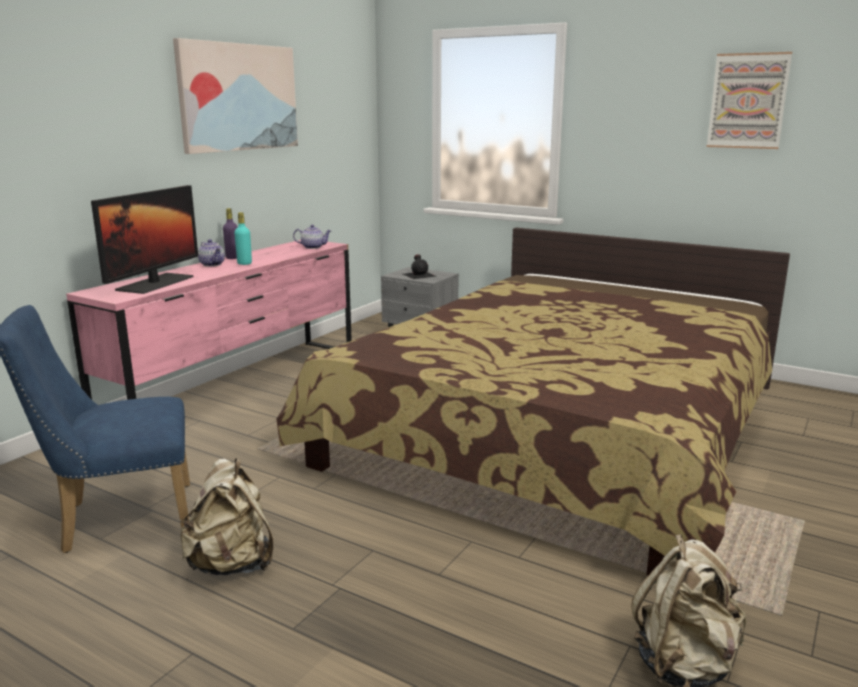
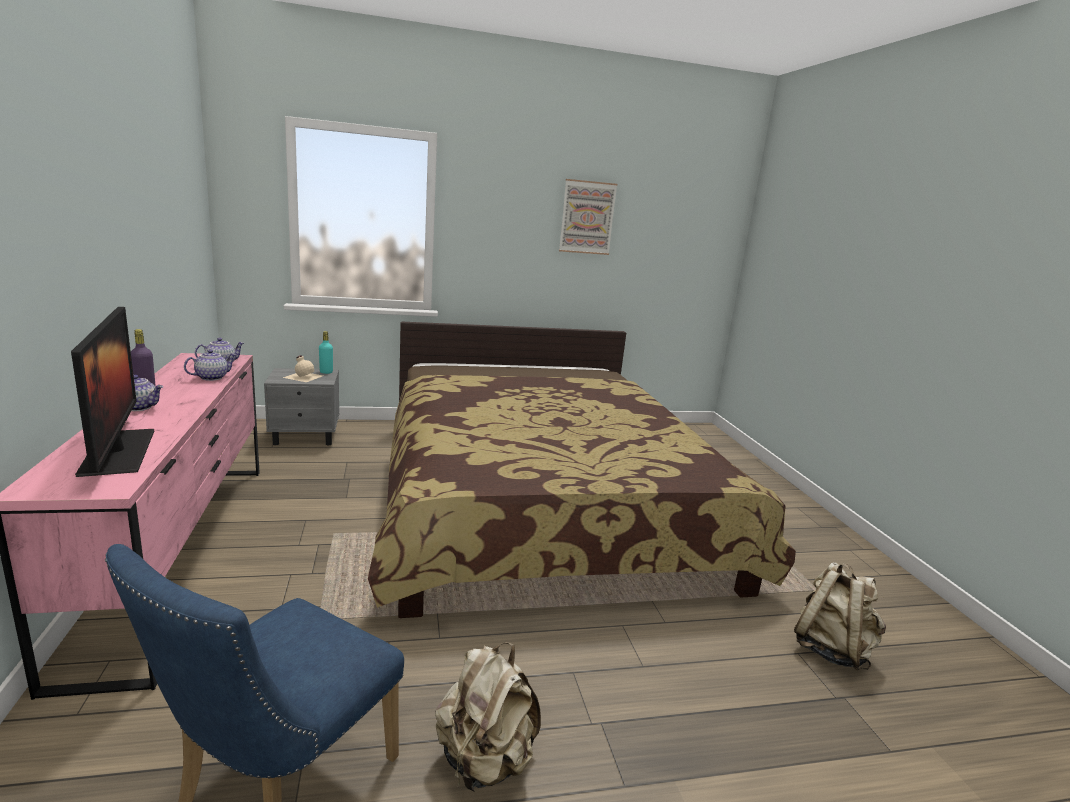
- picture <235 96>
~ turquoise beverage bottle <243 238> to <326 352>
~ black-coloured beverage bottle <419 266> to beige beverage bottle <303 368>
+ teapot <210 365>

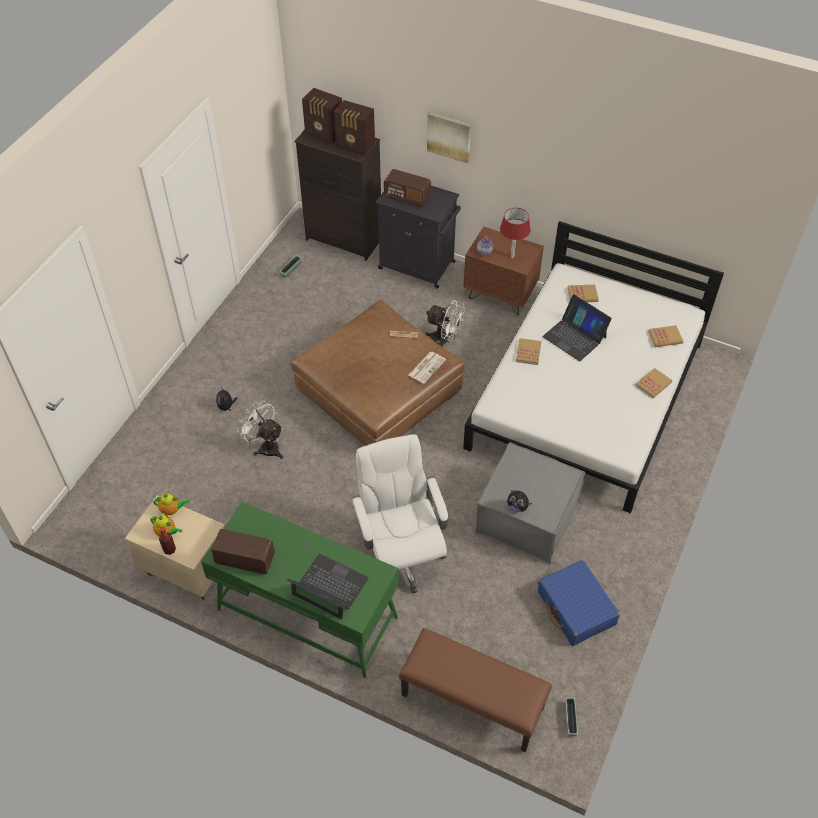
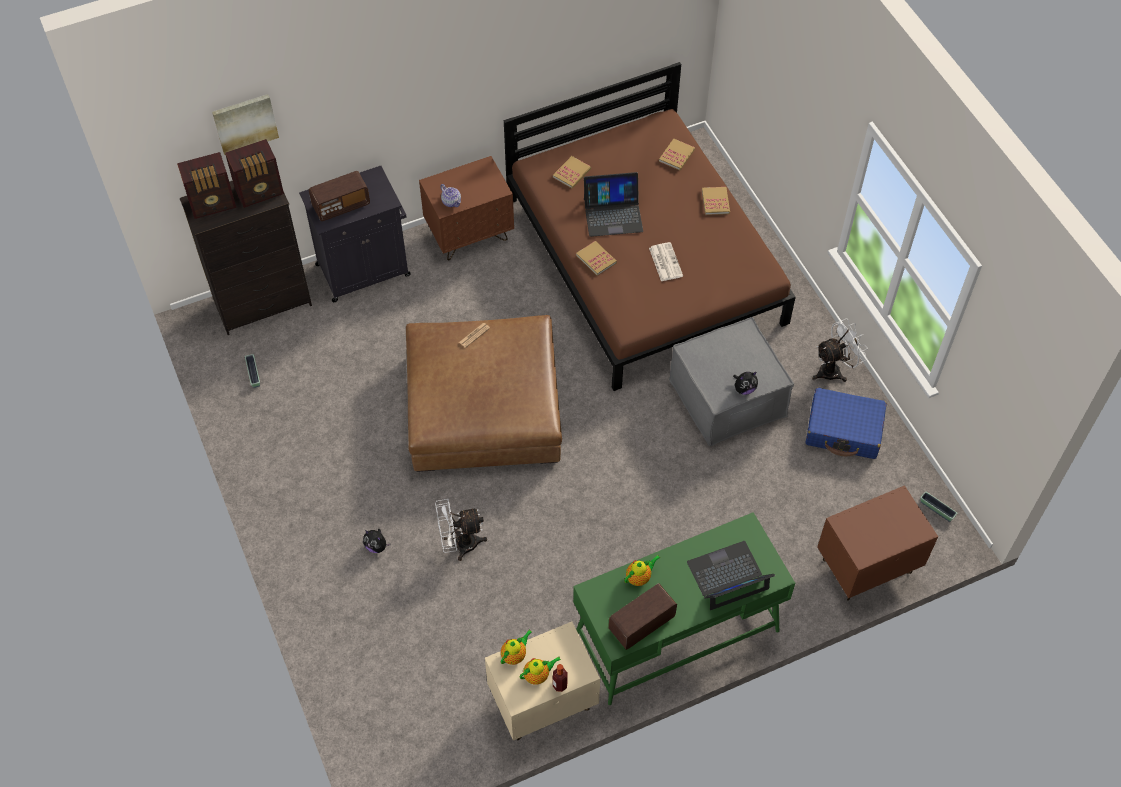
- whitish office chair <400 513>
~ brown bench <475 690> to brown nightstand <877 543>
~ newspaper <427 368> to <666 261>
~ whitish fan <445 323> to <840 350>
~ picture <449 137> to <245 124>
~ whitish sleeping bed <593 367> to brown sleeping bed <650 226>
- red-coloured lamp for a table <515 233>
+ teapot <642 570>

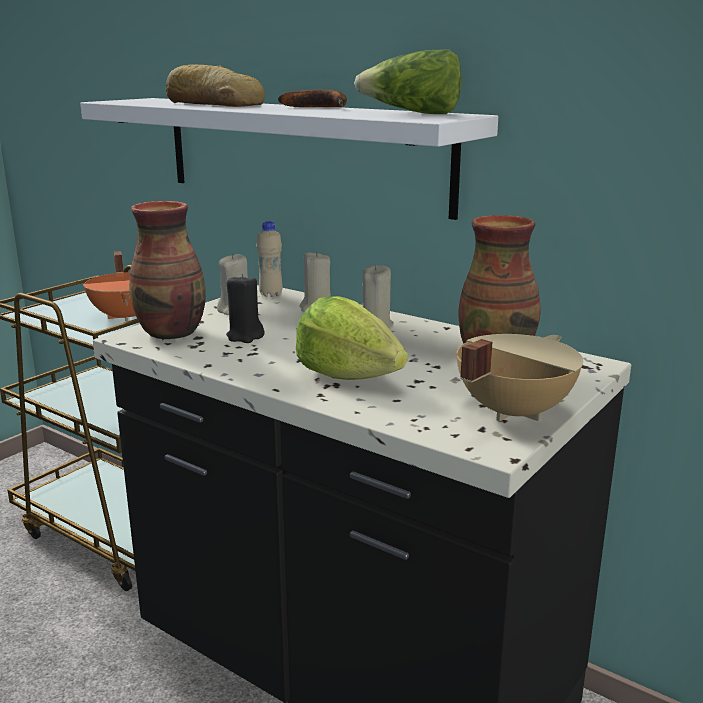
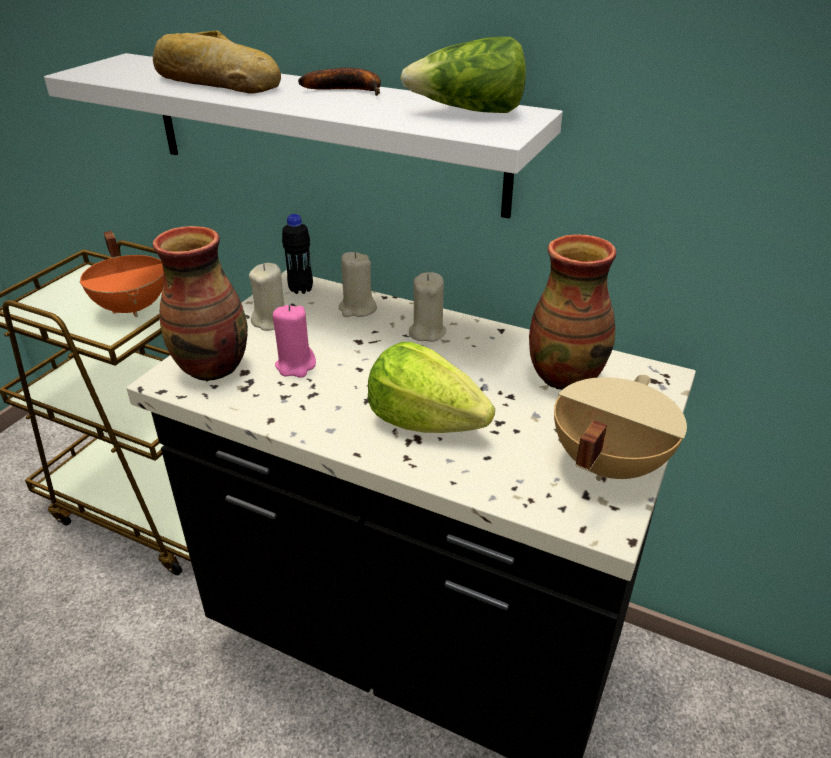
~ black-coloured wax light <245 308> to pinkish wax light <294 341>
~ beige beverage bottle <269 259> to black-coloured beverage bottle <297 254>

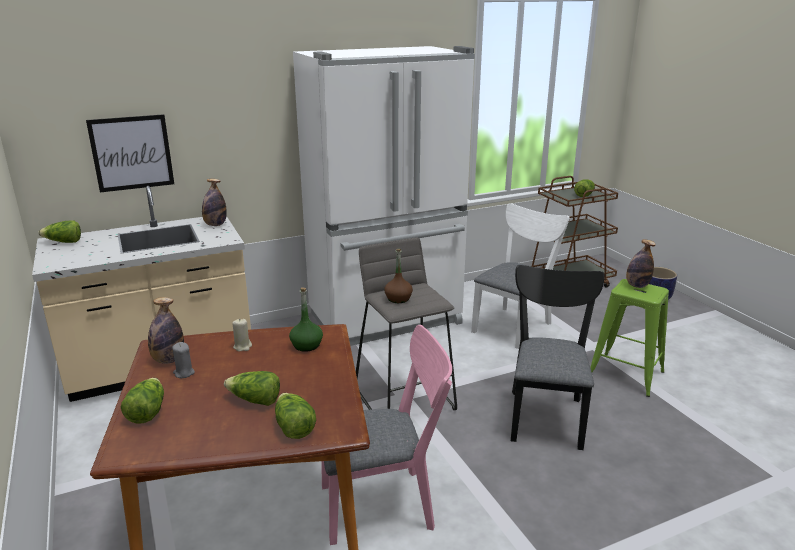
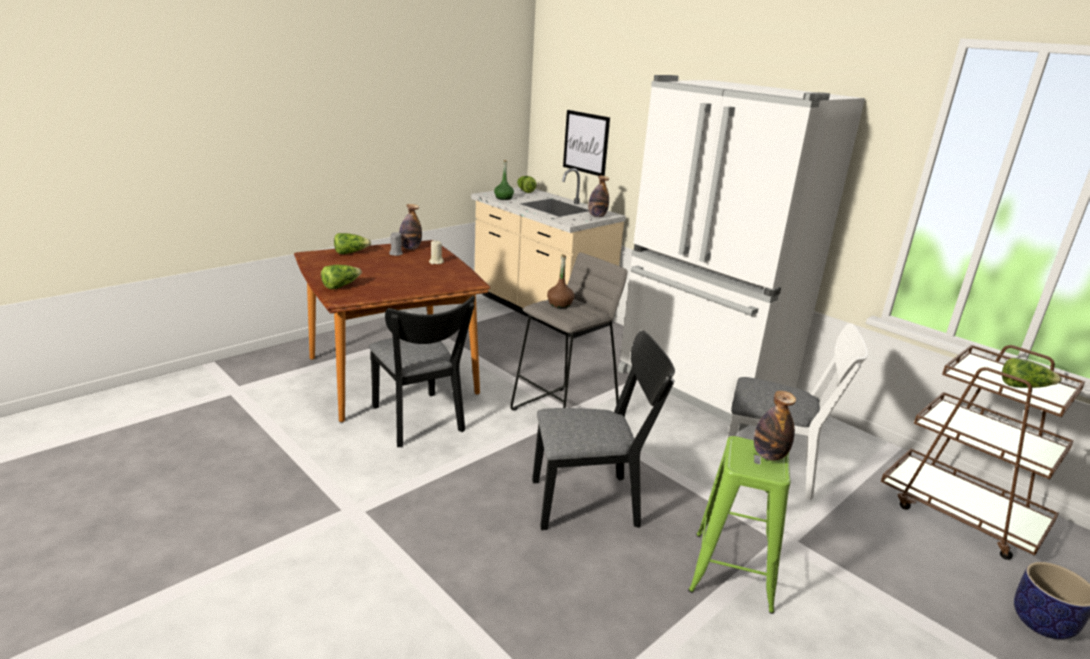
- lettuce <252 388>
~ green-coloured beverage bottle <306 320> to <504 180>
~ pinkish chair <386 435> to black-coloured chair <422 371>

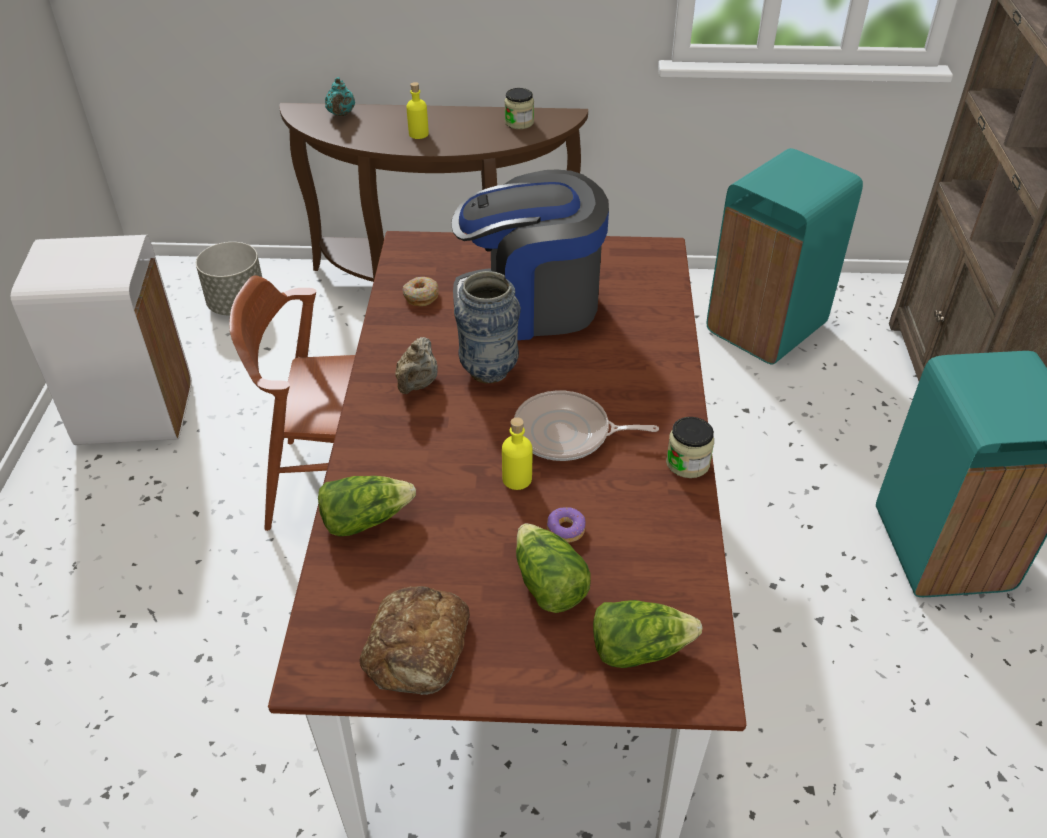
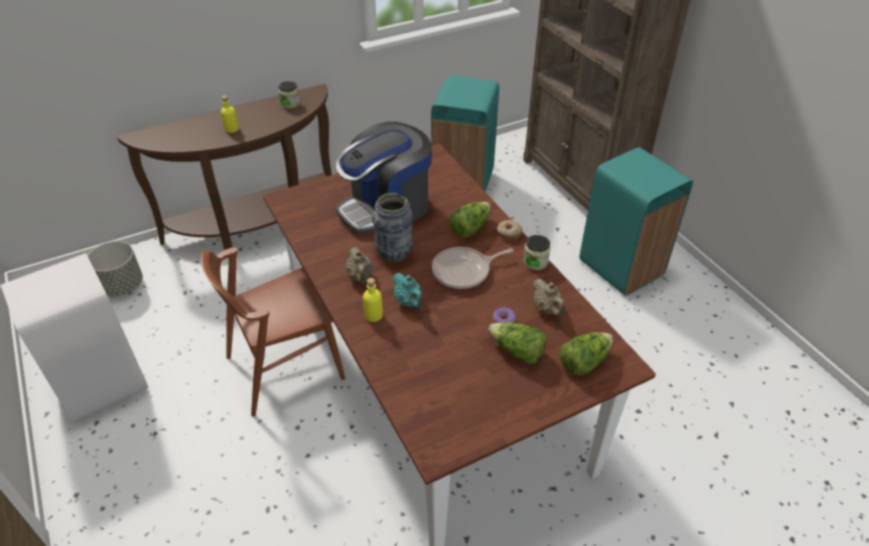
~ lettuce <367 506> to <469 219>
~ turquoise teapot <340 96> to <408 291>
- bakery bread <414 640>
~ doughnut <420 291> to <509 230>
~ yellowish beverage bottle <517 453> to <373 300>
+ beige teapot <549 298>

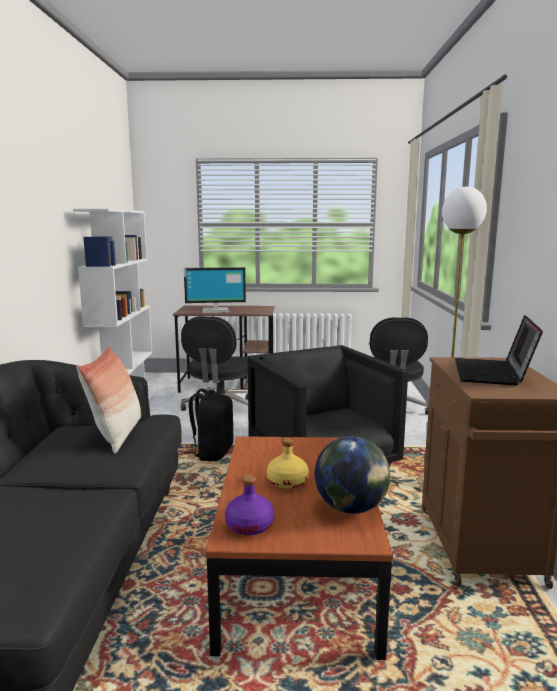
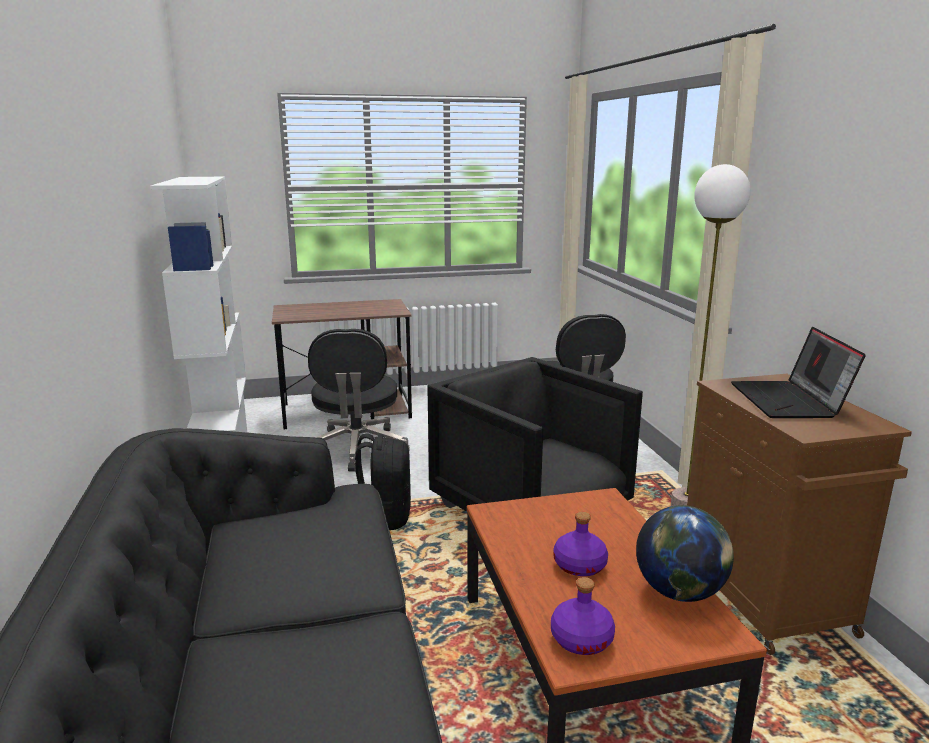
- throw pillow <109 399>
- monitor <215 290>
~ yellowish beverage bottle <288 463> to purple-coloured beverage bottle <580 544>

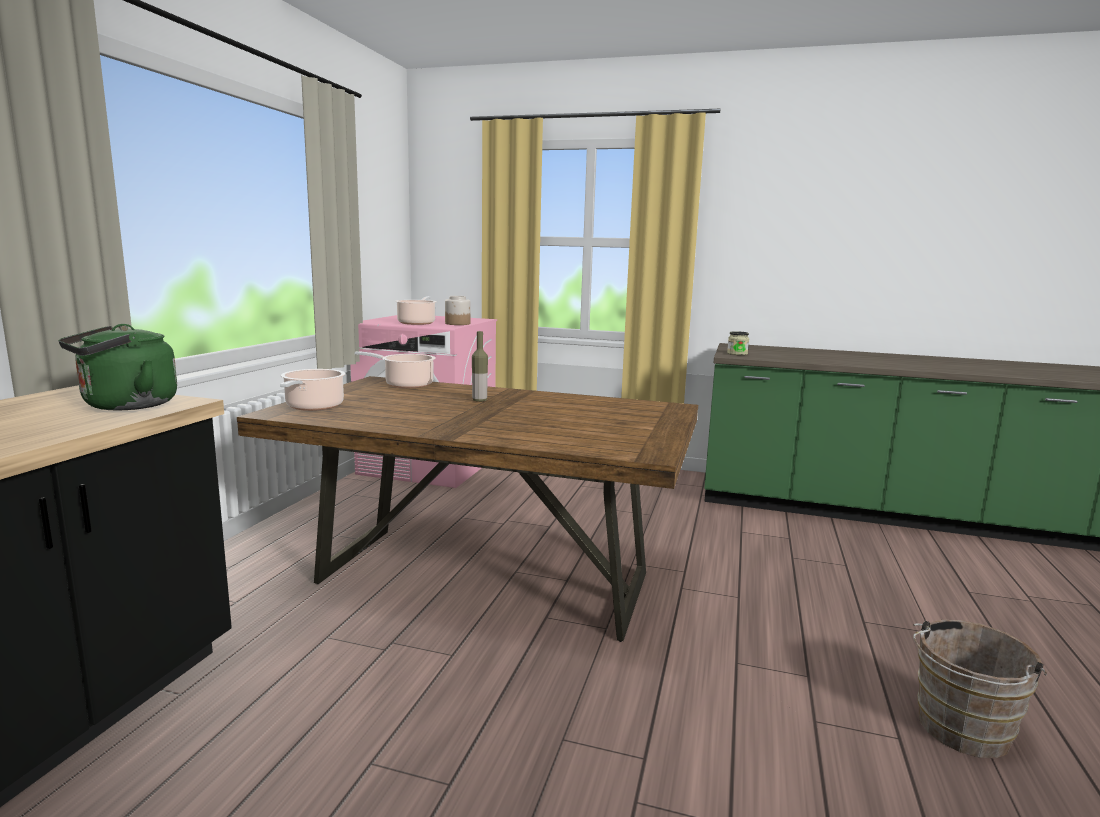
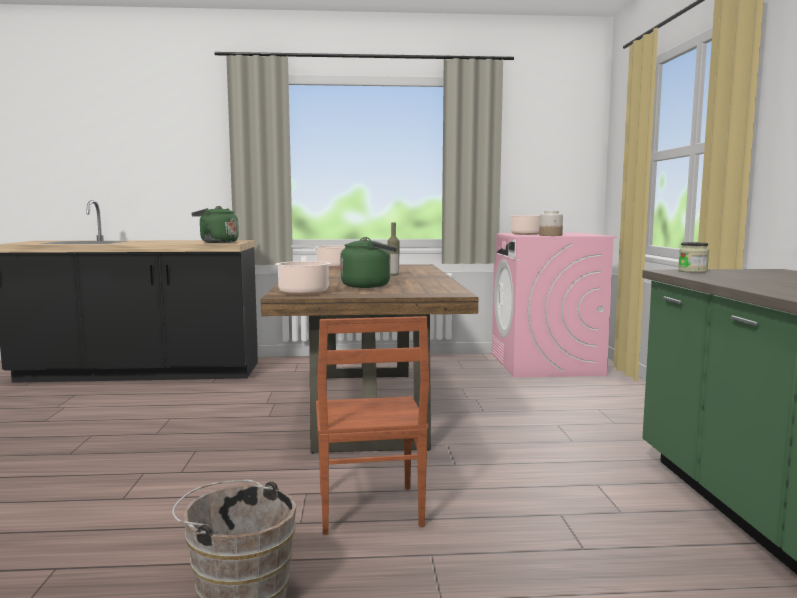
~ saucepot <394 369> to <303 275>
+ brown chair <372 425>
+ green-coloured kettle <368 262>

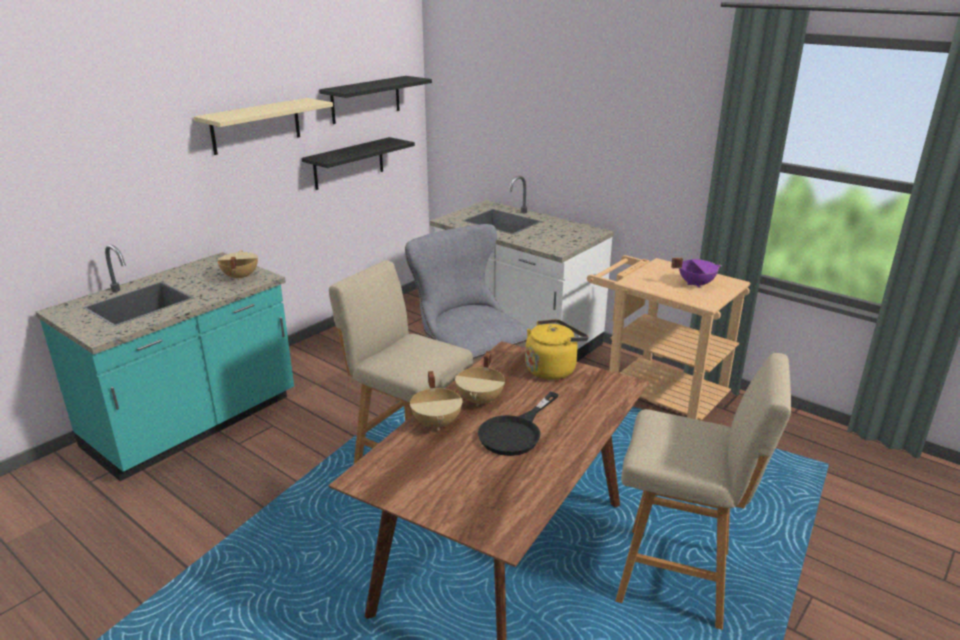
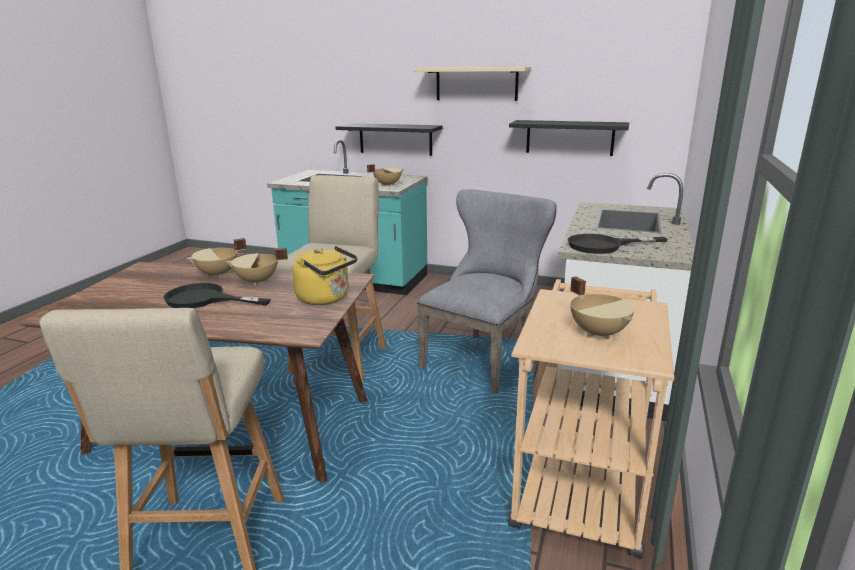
~ black-coloured shelf <375 100> to <389 139>
~ purple-coloured saucepot <696 273> to beige saucepot <602 308>
+ black-coloured frying pan <618 244>

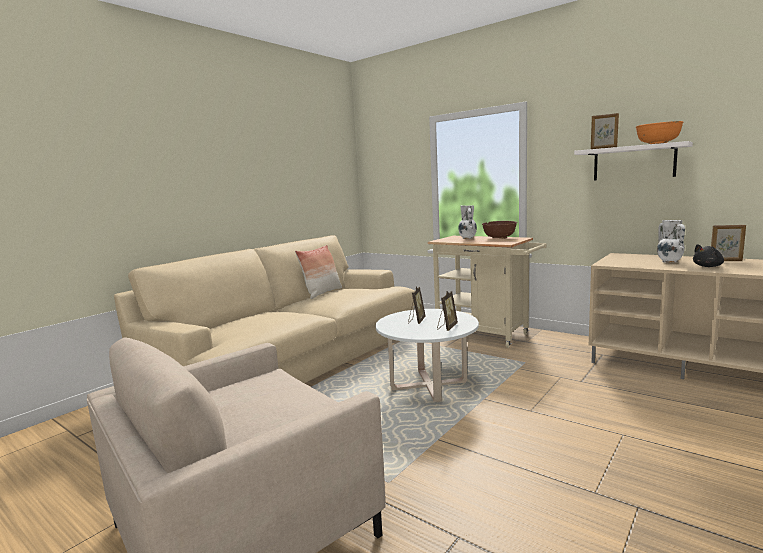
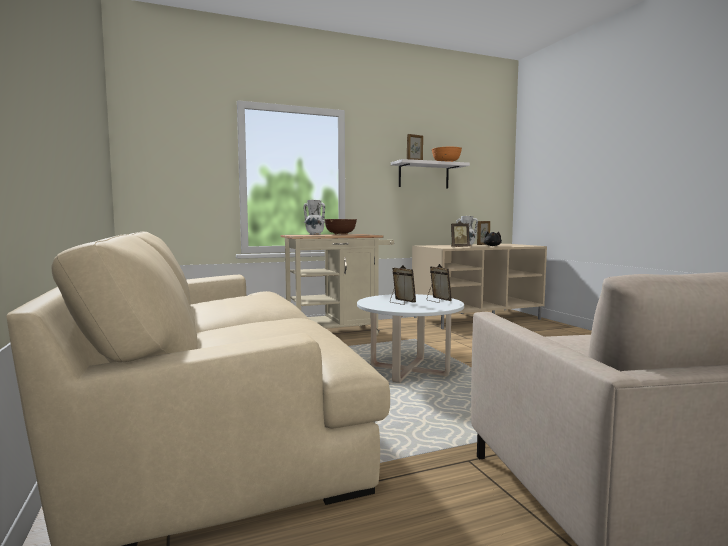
- throw pillow <318 272>
+ standing frame <460 234>

